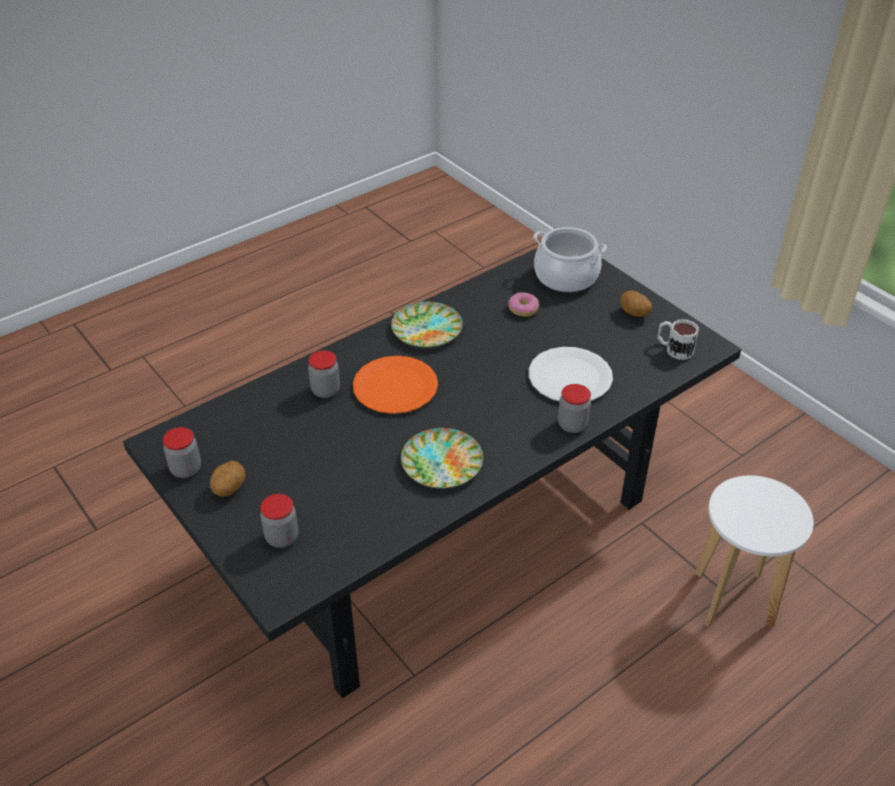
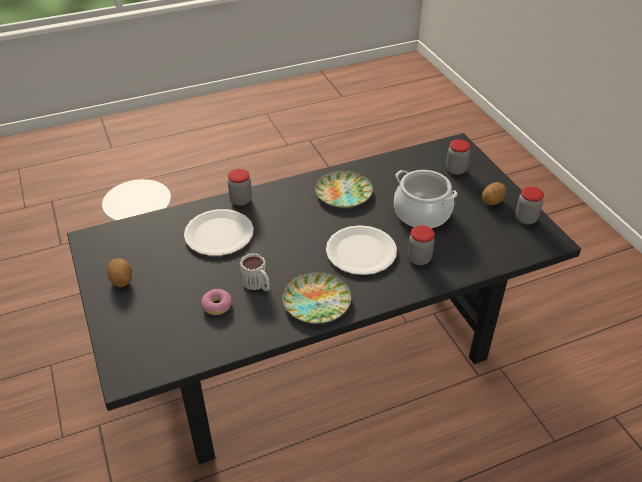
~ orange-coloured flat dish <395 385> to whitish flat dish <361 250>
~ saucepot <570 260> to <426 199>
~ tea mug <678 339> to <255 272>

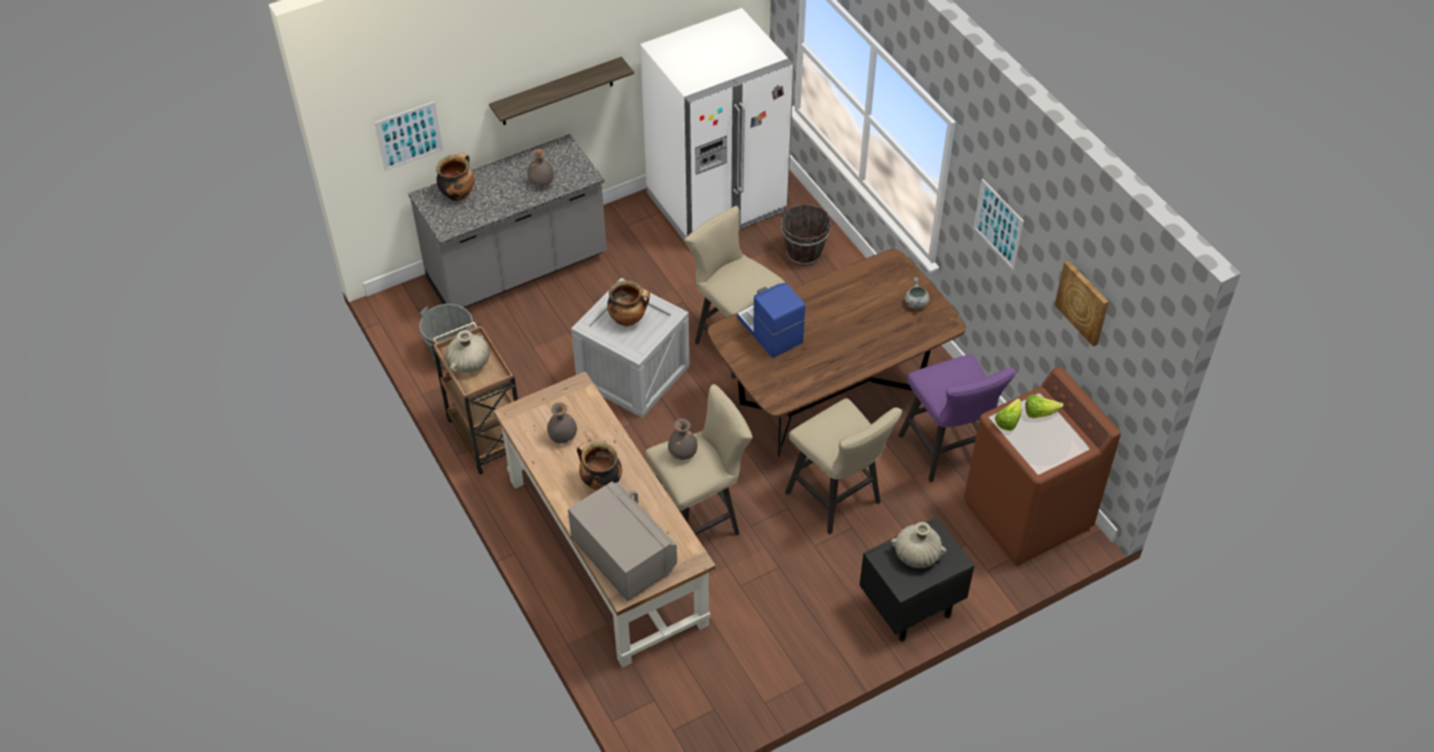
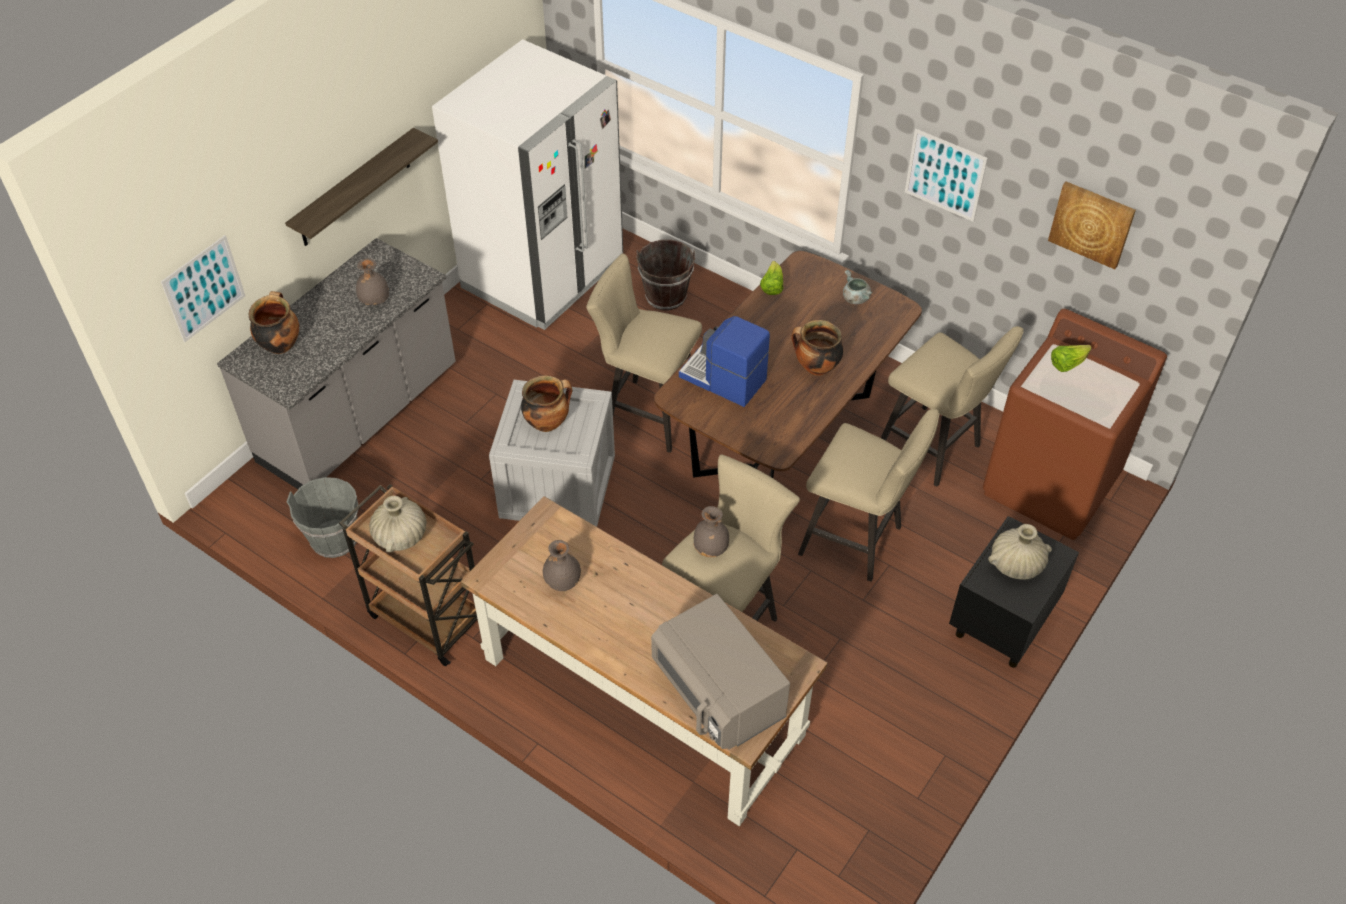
~ gray microwave oven <622 541> = <720 672> 150 degrees counterclockwise
~ saucepot <599 466> to <817 348>
~ purple-coloured sitting stool <957 418> to beige sitting stool <952 406>
~ lettuce <1008 414> to <771 278>

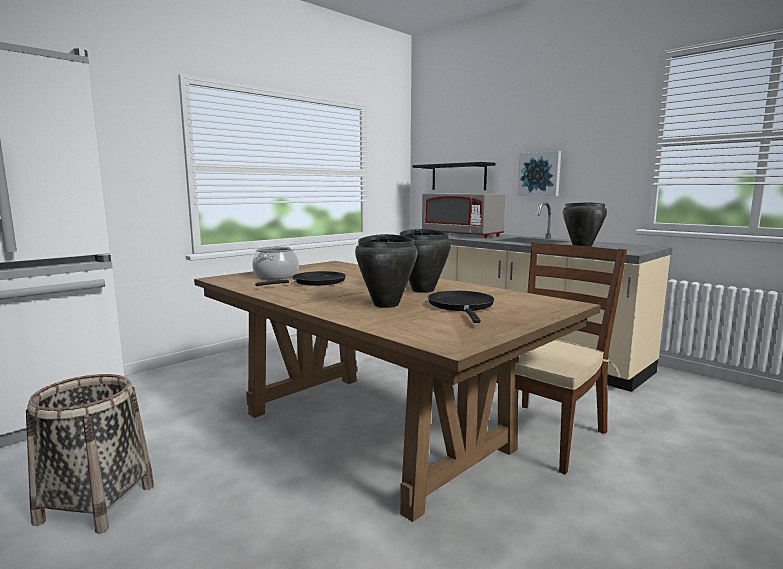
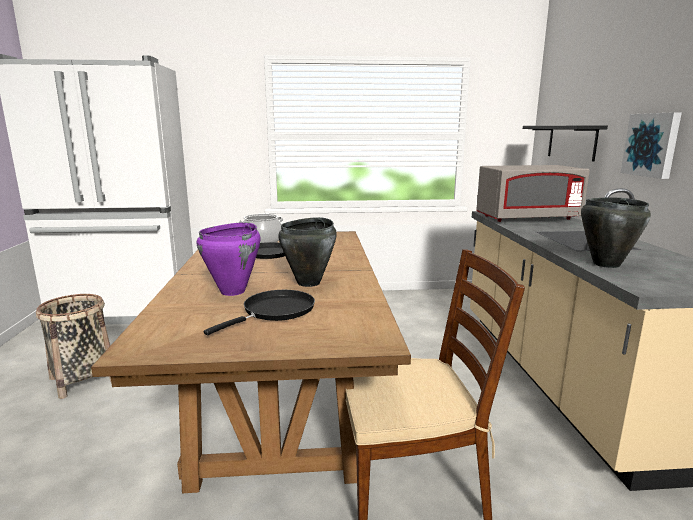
~ black-coloured saucepot <386 271> to purple-coloured saucepot <228 259>
~ gray microwave oven <463 215> = <532 193> 90 degrees counterclockwise

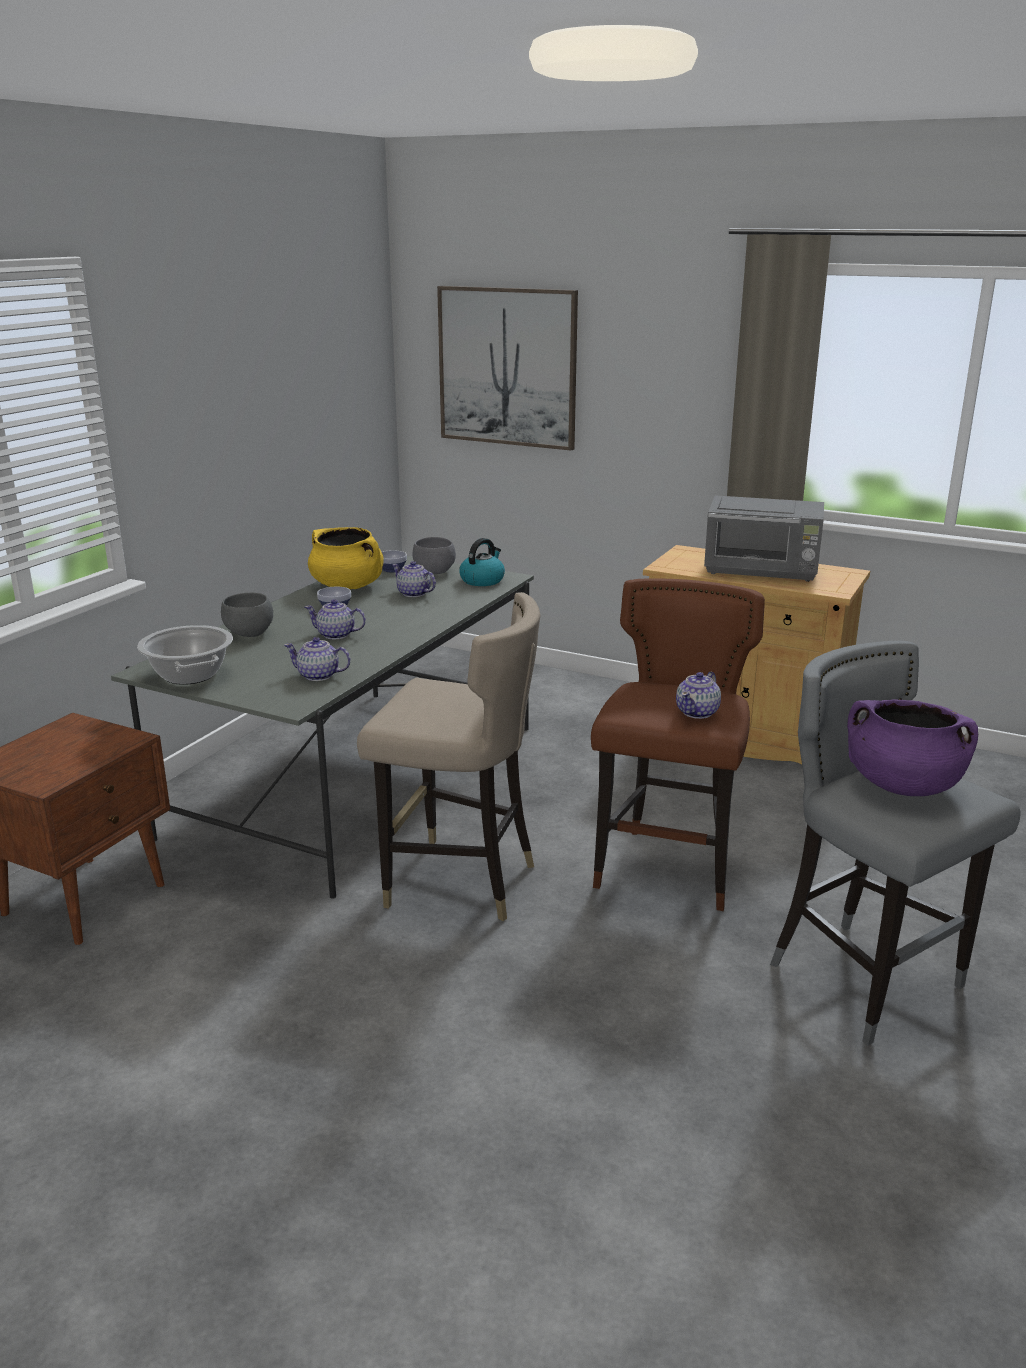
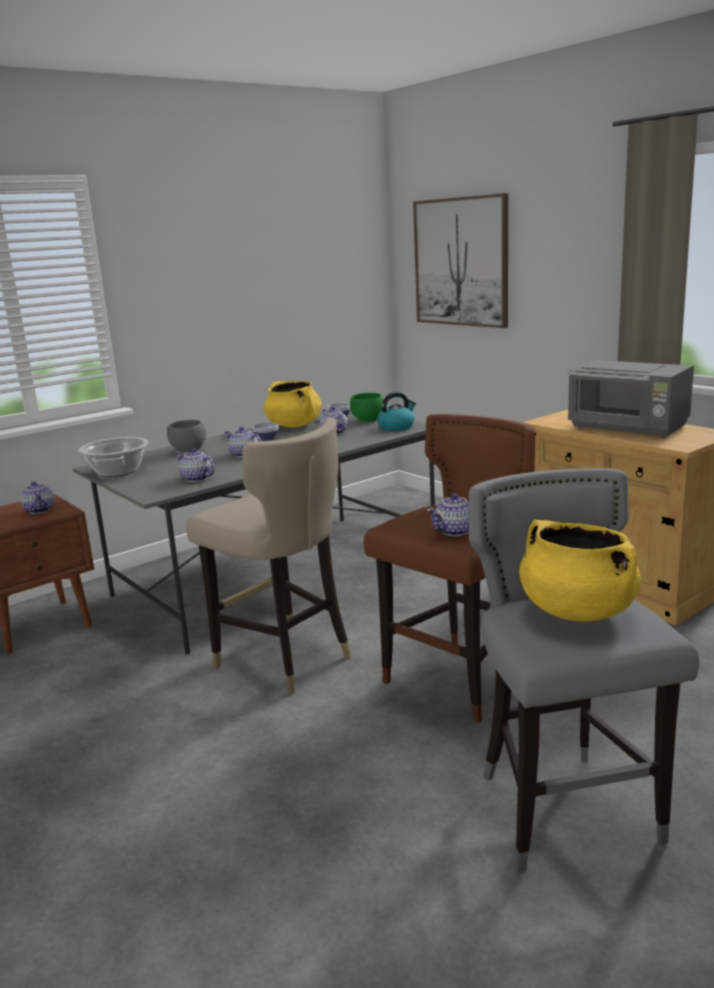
~ gray serving bowl <434 555> to green-coloured serving bowl <367 407>
~ purple-coloured saucepot <912 748> to yellowish saucepot <580 570>
+ teapot <37 497>

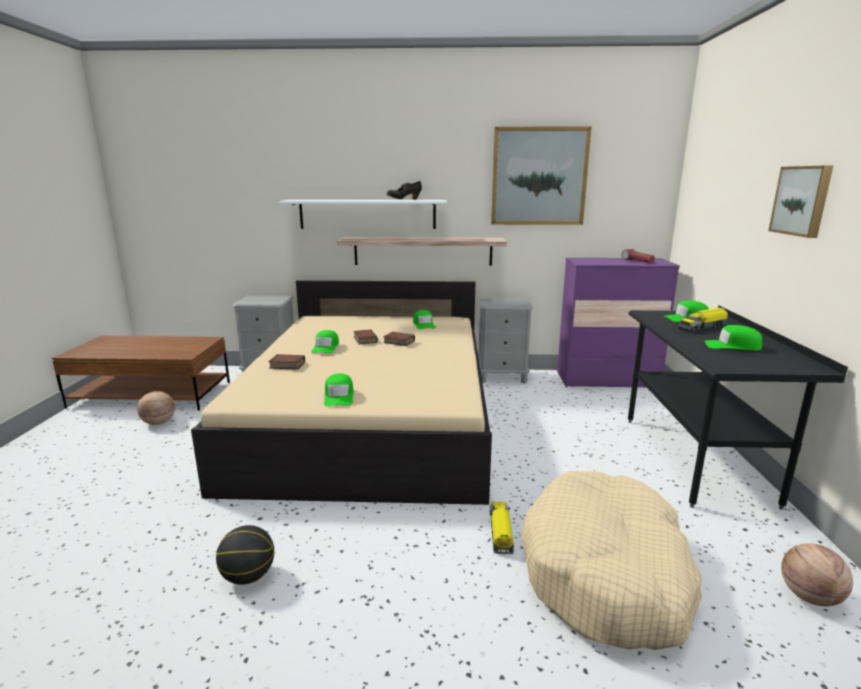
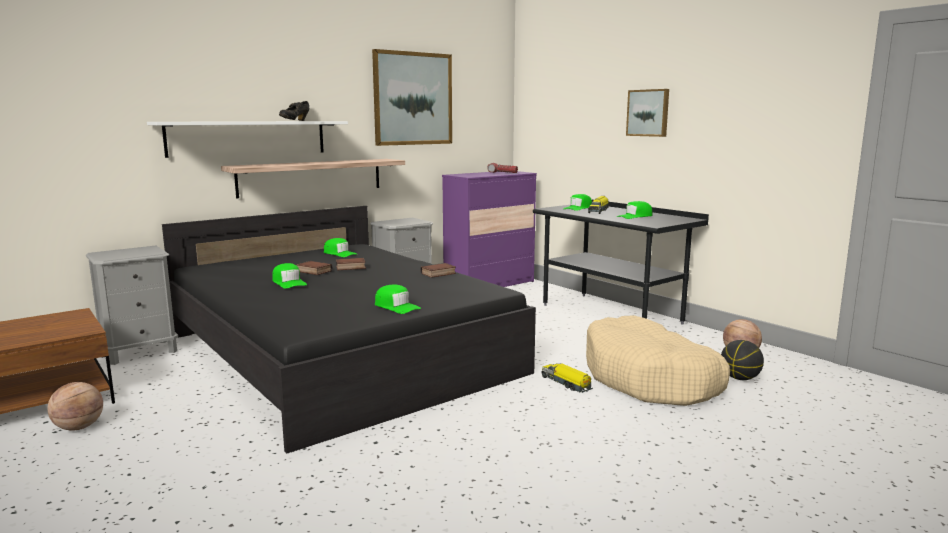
~ beige sleeping bed <341 392> to black-coloured sleeping bed <349 329>
~ basketball <245 555> to <742 360>
~ book <286 362> to <438 270>

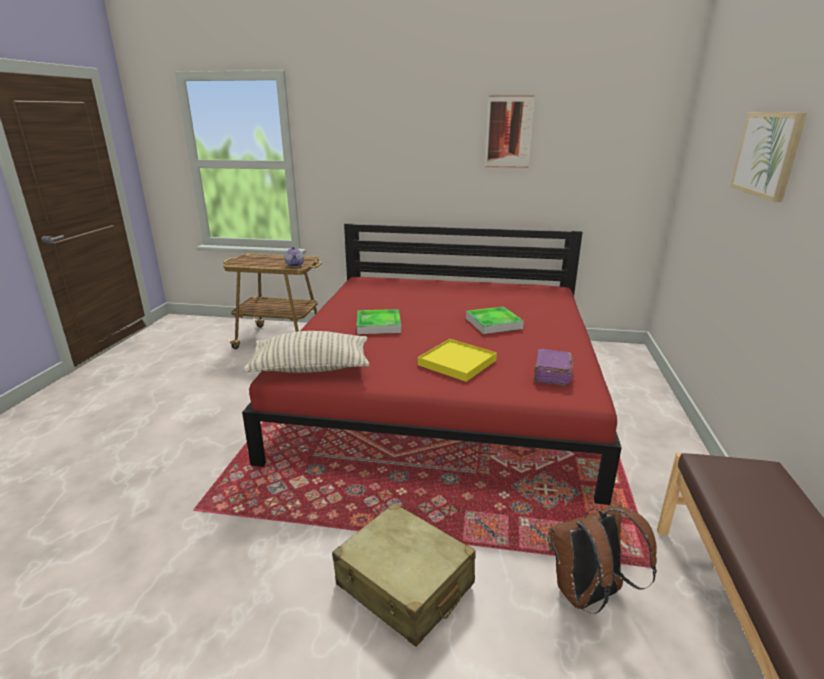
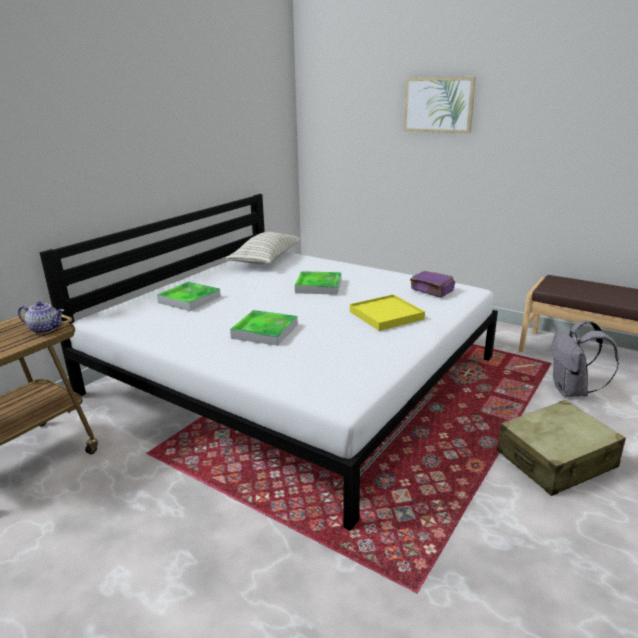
~ red-coloured sleeping bed <432 364> to whitish sleeping bed <268 362>
~ throw pillow <306 352> to <263 248>
- picture <510 131>
~ brown backpack <602 558> to gray backpack <585 358>
+ carrying tray <189 296>

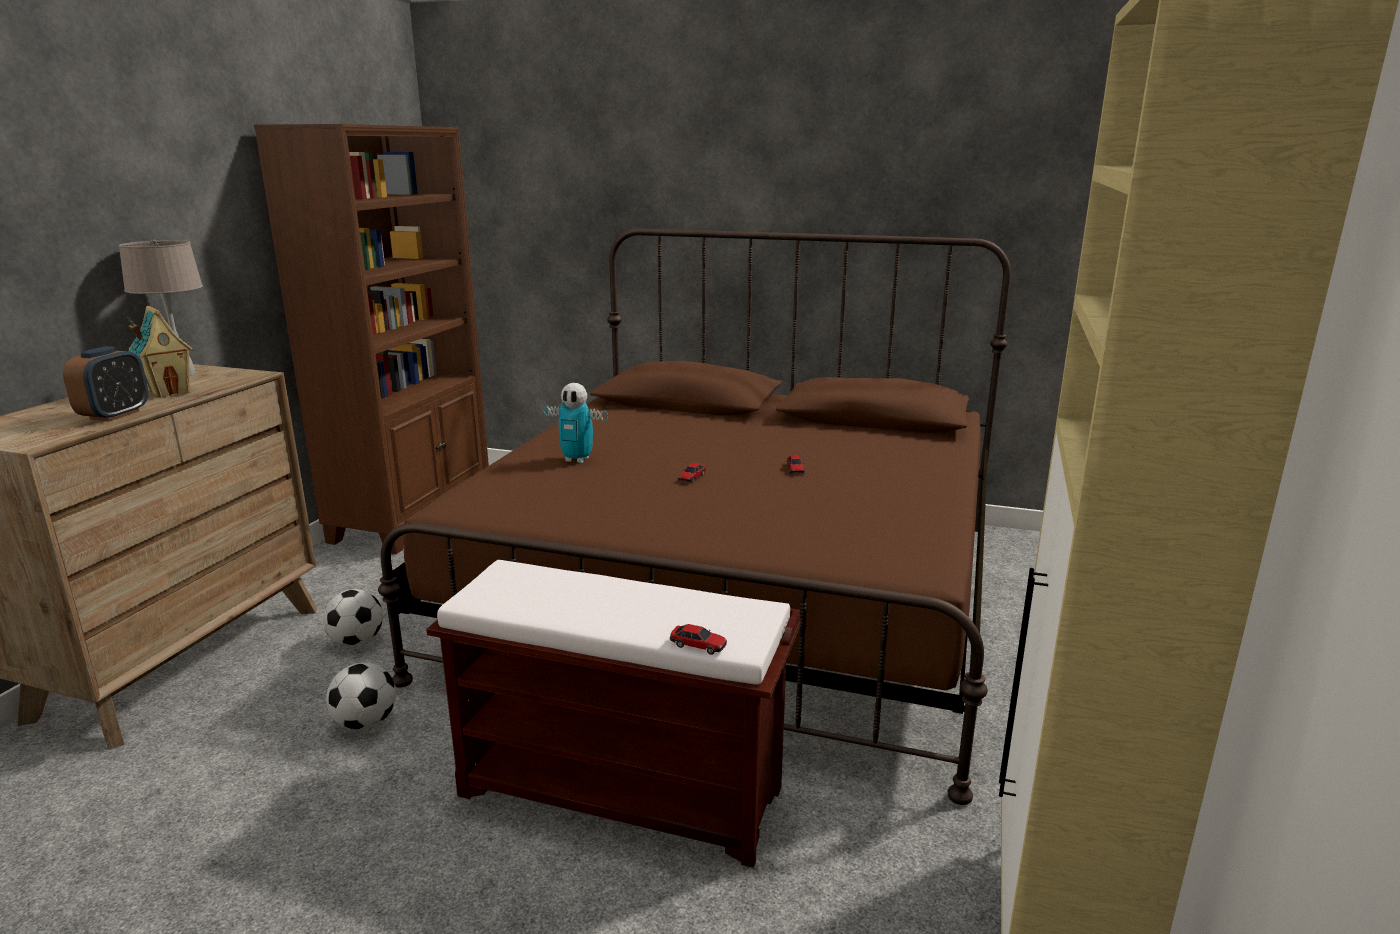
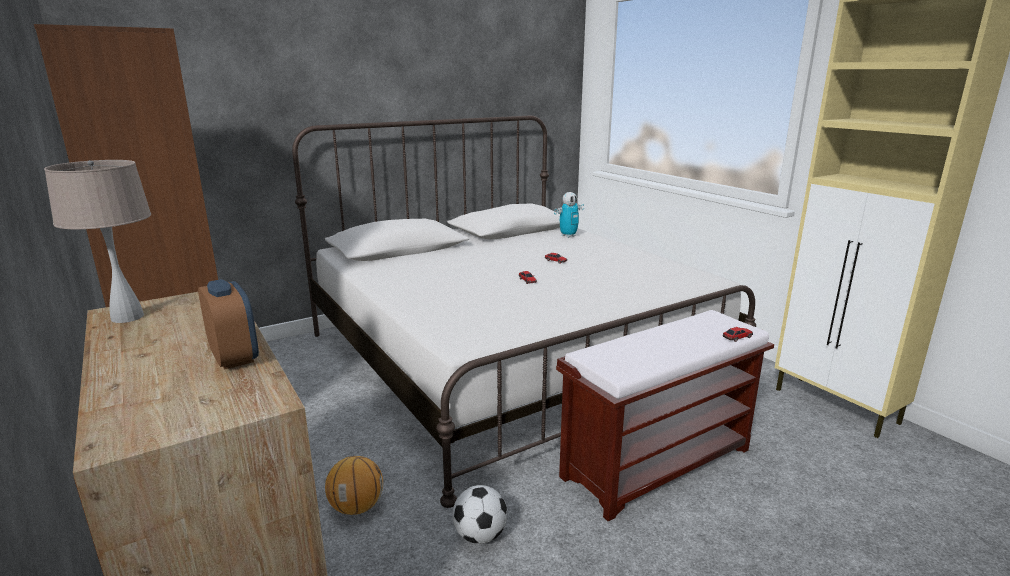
- toy house <161 352>
~ football <353 617> to basketball <354 485>
~ brown sleeping bed <694 516> to whitish sleeping bed <524 312>
~ toy robot <575 423> to <569 215>

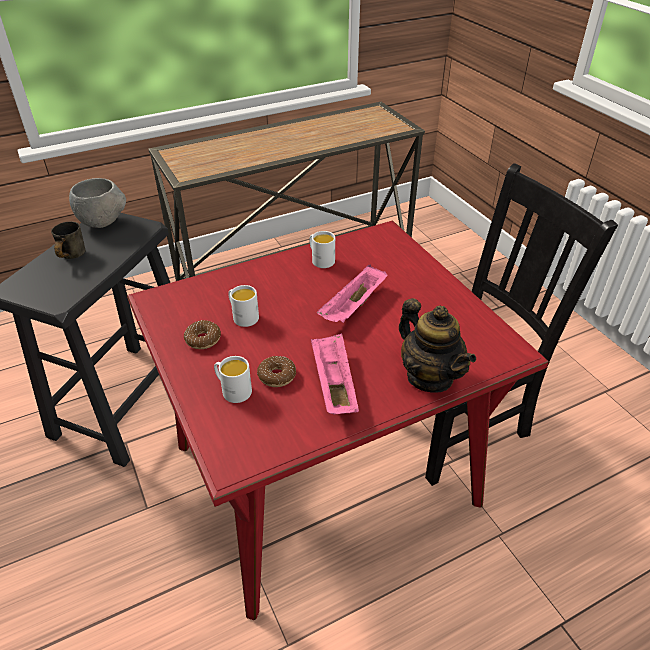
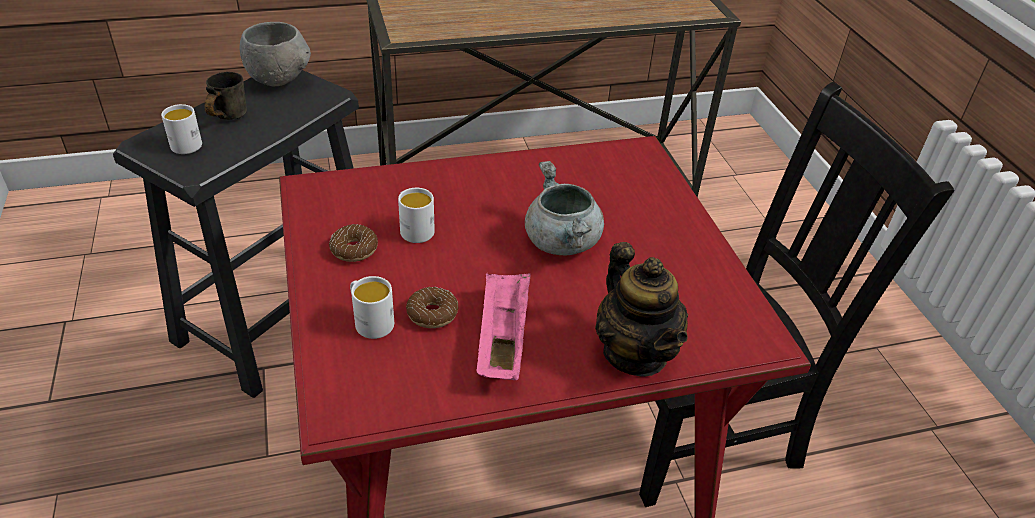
~ whitish tea mug <322 249> to <181 129>
~ pinkish carrying tray <352 293> to gray saucepot <564 208>

